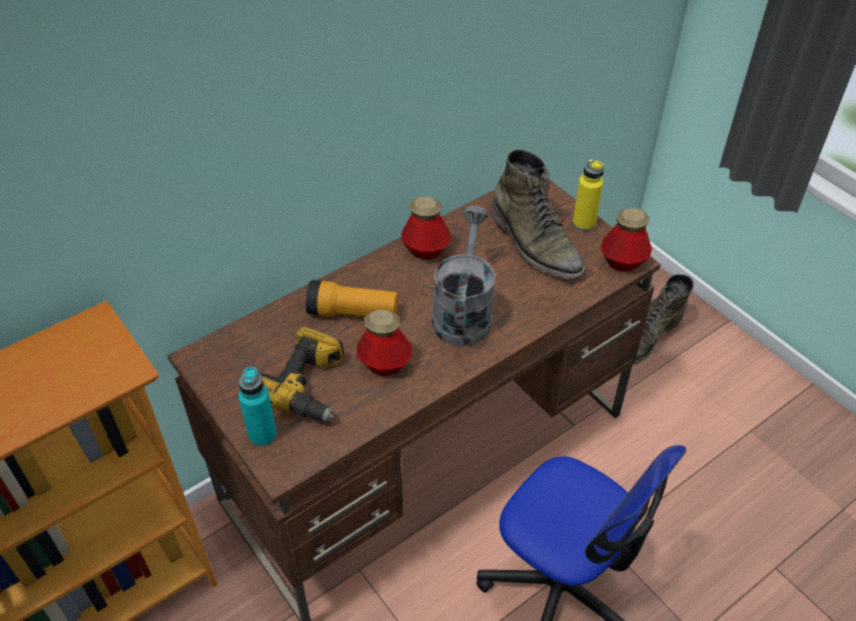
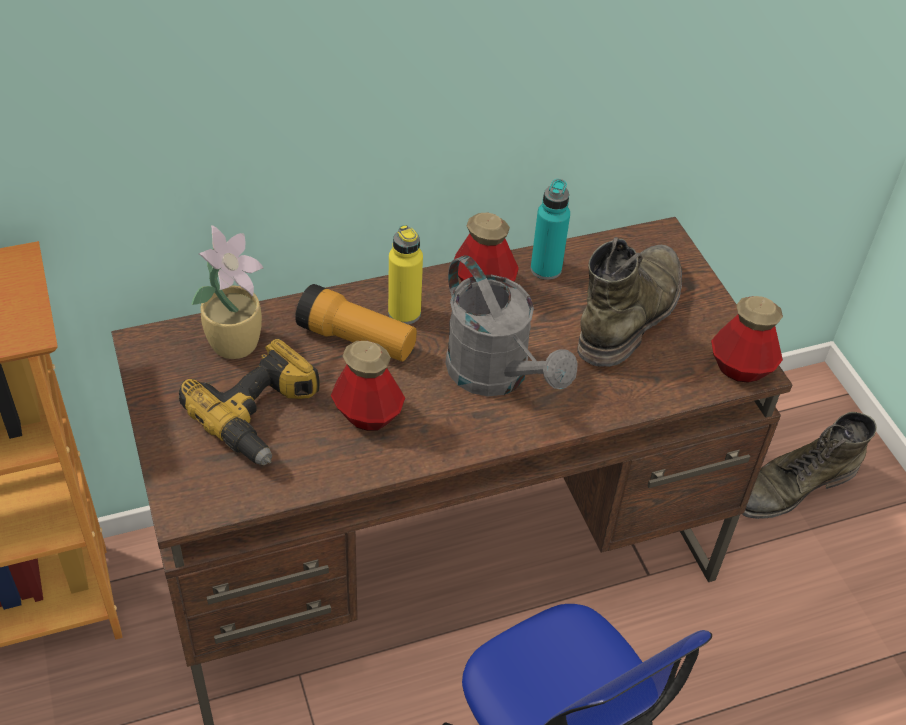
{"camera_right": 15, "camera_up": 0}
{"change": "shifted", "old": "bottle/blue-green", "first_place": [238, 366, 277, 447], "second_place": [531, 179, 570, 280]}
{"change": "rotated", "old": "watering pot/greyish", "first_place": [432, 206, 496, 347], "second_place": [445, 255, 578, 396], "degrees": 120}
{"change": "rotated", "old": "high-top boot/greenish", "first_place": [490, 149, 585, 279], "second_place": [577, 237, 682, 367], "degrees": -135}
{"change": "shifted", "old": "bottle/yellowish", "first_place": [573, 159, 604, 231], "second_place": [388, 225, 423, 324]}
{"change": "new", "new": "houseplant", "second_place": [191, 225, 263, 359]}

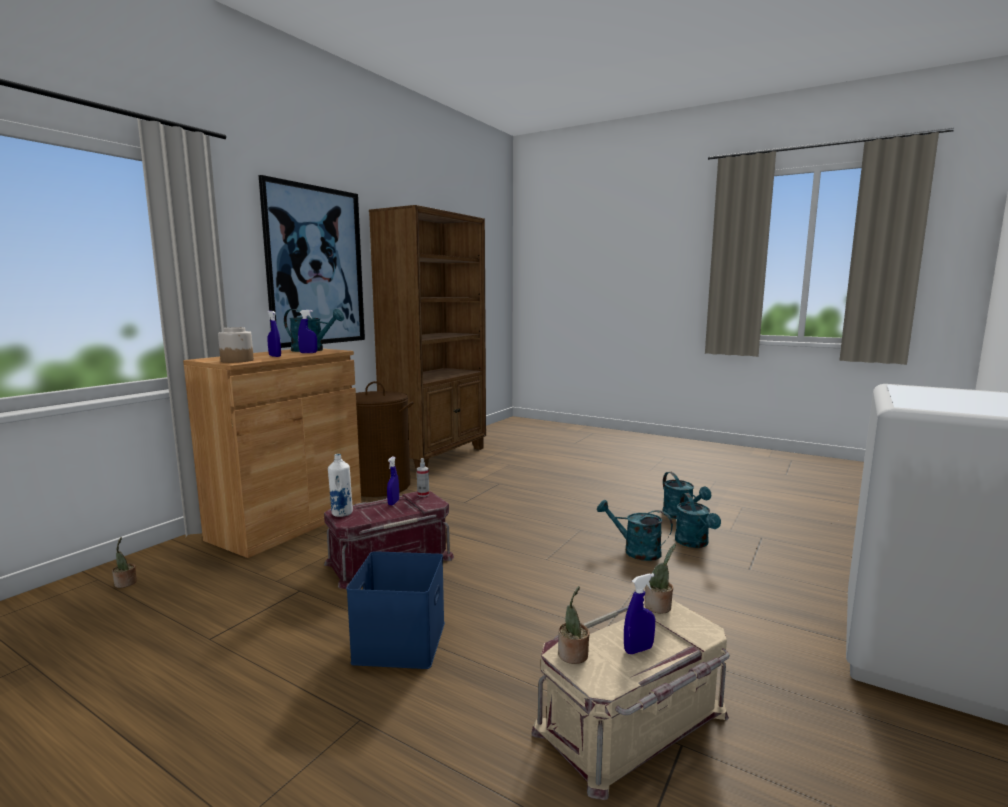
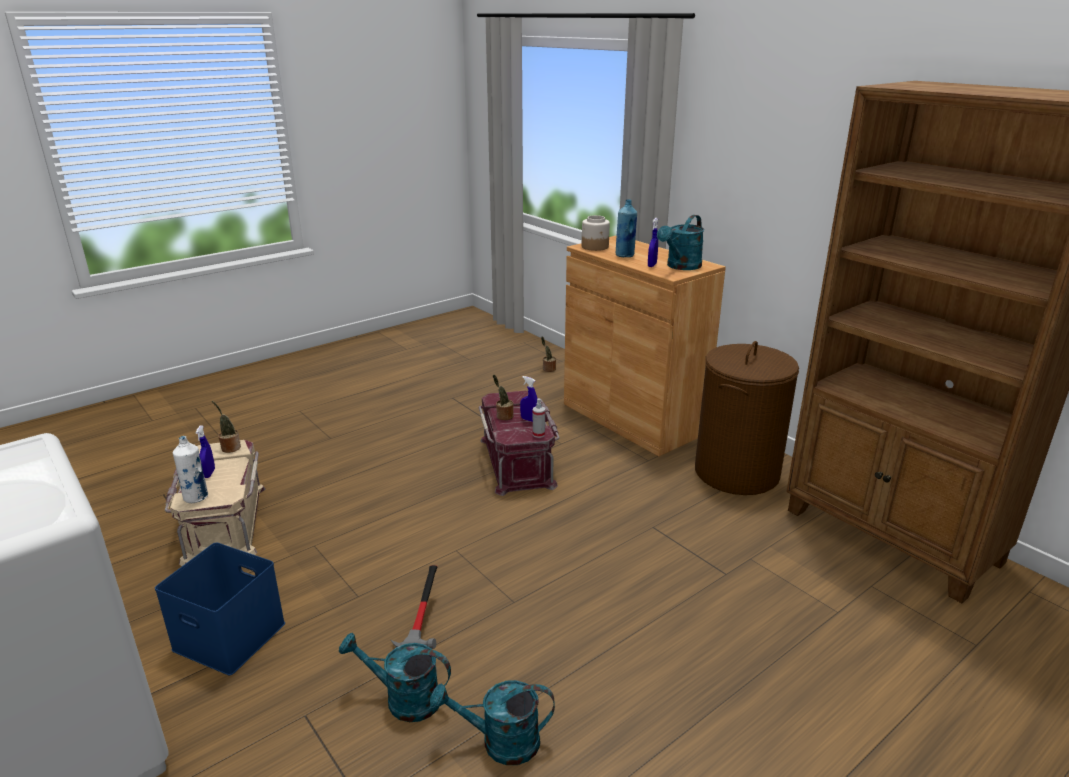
{"camera_right": 110, "camera_up": 15}
{"change": "gone", "old": "picture", "first_place": [259, 175, 365, 348]}
{"change": "swapped", "old": "sprayer/blue", "new": "bottle/blue", "first_place": [267, 311, 281, 357], "second_place": [616, 199, 637, 257]}
{"change": "shifted", "old": "bottle/whitish", "first_place": [328, 454, 353, 517], "second_place": [173, 436, 208, 503]}
{"change": "shifted", "old": "storage container/blue", "first_place": [346, 551, 445, 669], "second_place": [155, 542, 285, 675]}
{"change": "swapped", "old": "watering pot/blue-green", "new": "hand hammer", "first_place": [597, 500, 673, 561], "second_place": [390, 565, 437, 649]}
{"change": "shifted", "old": "houseplant", "first_place": [644, 544, 676, 614], "second_place": [493, 375, 514, 420]}

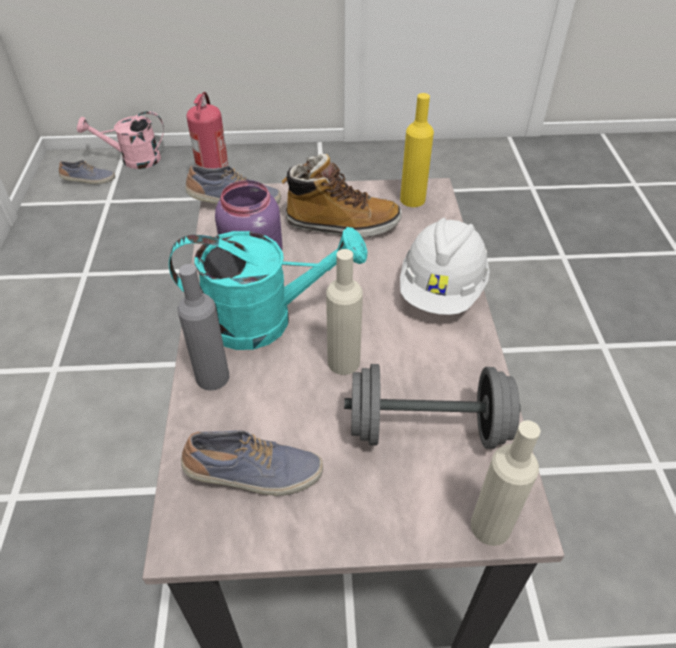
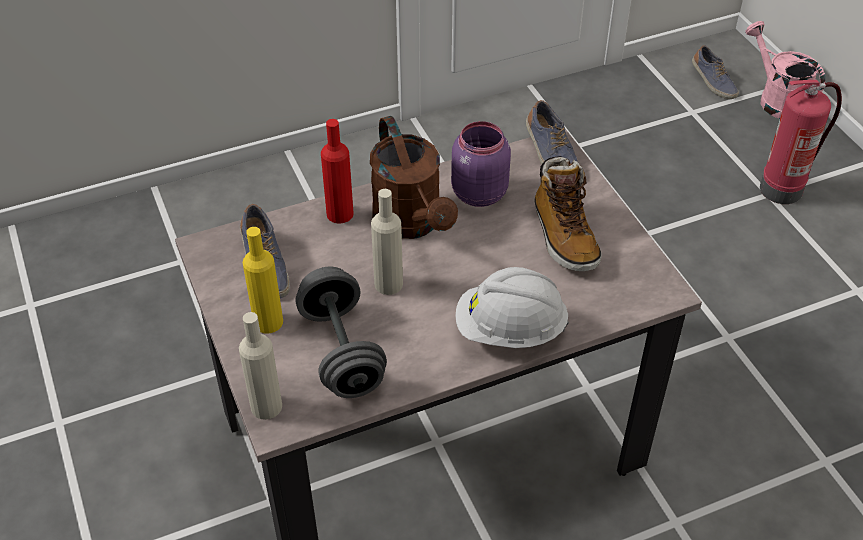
{"camera_right": 70, "camera_up": 0}
{"change": "repainted", "old": "watering pot/blue-green", "new": "watering pot/brown", "first_place": [169, 227, 367, 350], "second_place": [370, 116, 458, 239]}
{"change": "repainted", "old": "bottle/greyish", "new": "bottle/red-coloured", "first_place": [178, 264, 229, 391], "second_place": [321, 119, 354, 224]}
{"change": "shifted", "old": "bottle/yellowish", "first_place": [400, 93, 434, 207], "second_place": [243, 227, 283, 333]}

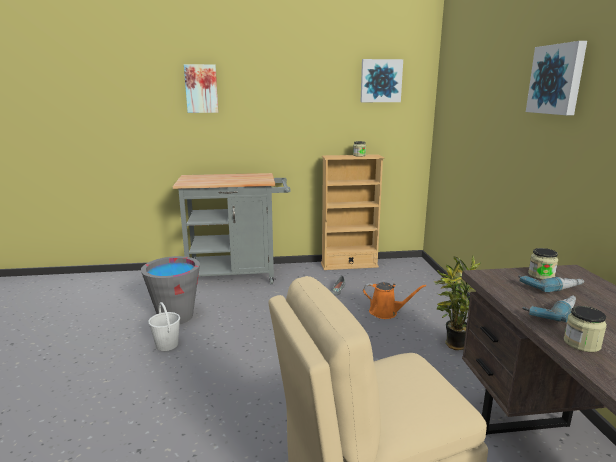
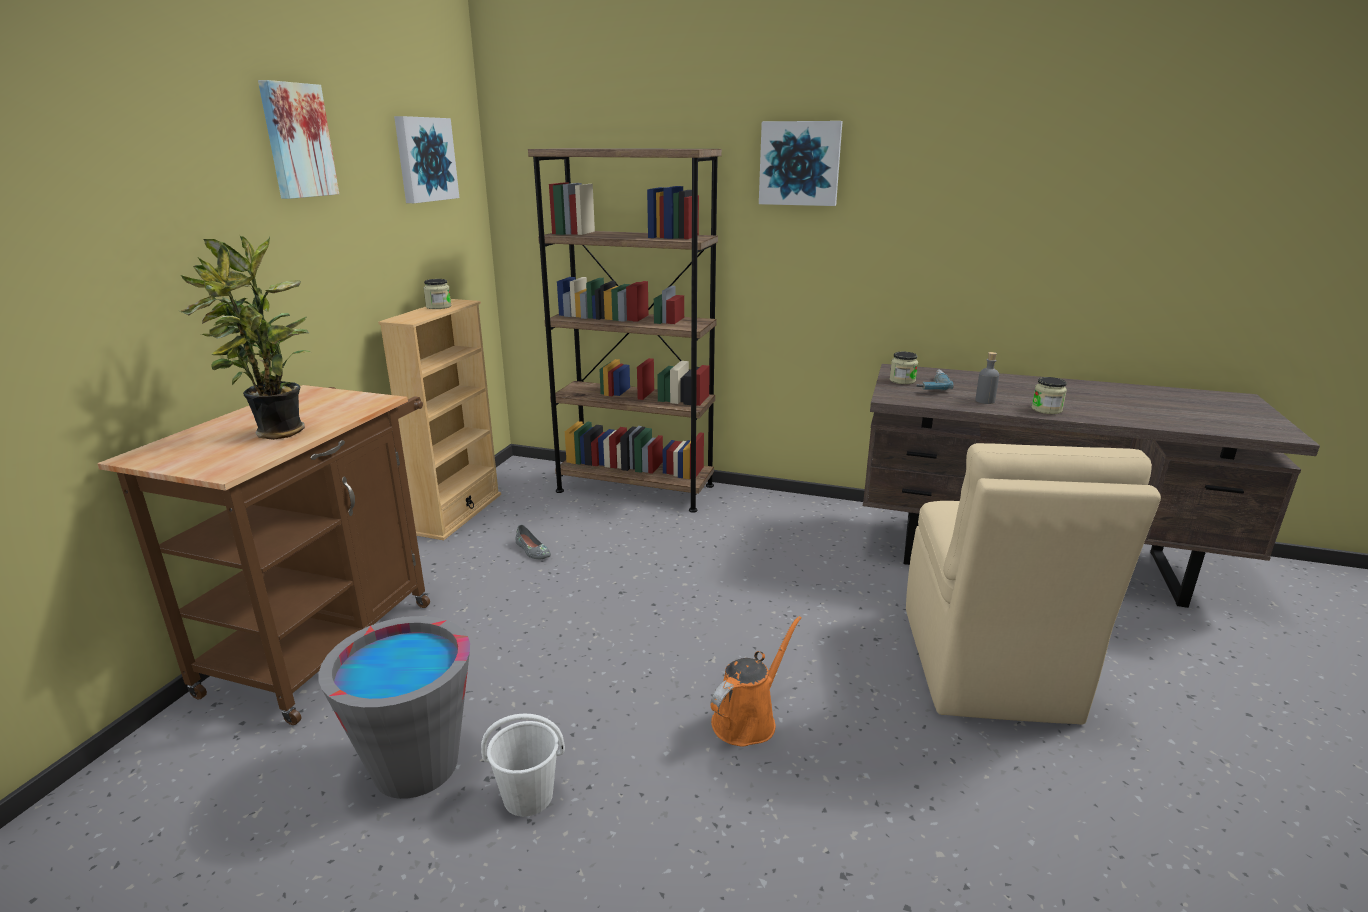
{"camera_right": -65, "camera_up": 5}
{"change": "repainted", "old": "trolley/greyish", "new": "trolley/brown", "first_place": [172, 173, 291, 284], "second_place": [97, 385, 430, 725]}
{"change": "shifted", "old": "picture", "first_place": [184, 64, 218, 113], "second_place": [258, 80, 339, 199]}
{"change": "shifted", "old": "watering pot/orange-coloured", "first_place": [363, 282, 426, 319], "second_place": [711, 616, 802, 747]}
{"change": "shifted", "old": "houseplant", "first_place": [433, 256, 481, 350], "second_place": [180, 235, 312, 440]}
{"change": "swapped", "old": "power drill", "new": "bottle/greyish", "first_place": [522, 296, 576, 323], "second_place": [975, 352, 999, 404]}
{"change": "new", "new": "bookcase/brown", "second_place": [528, 148, 722, 513]}

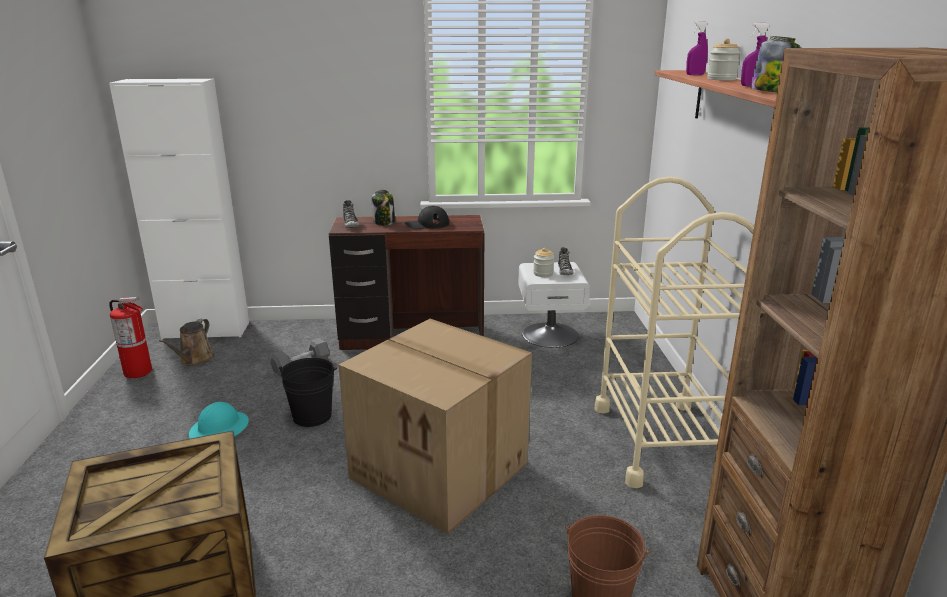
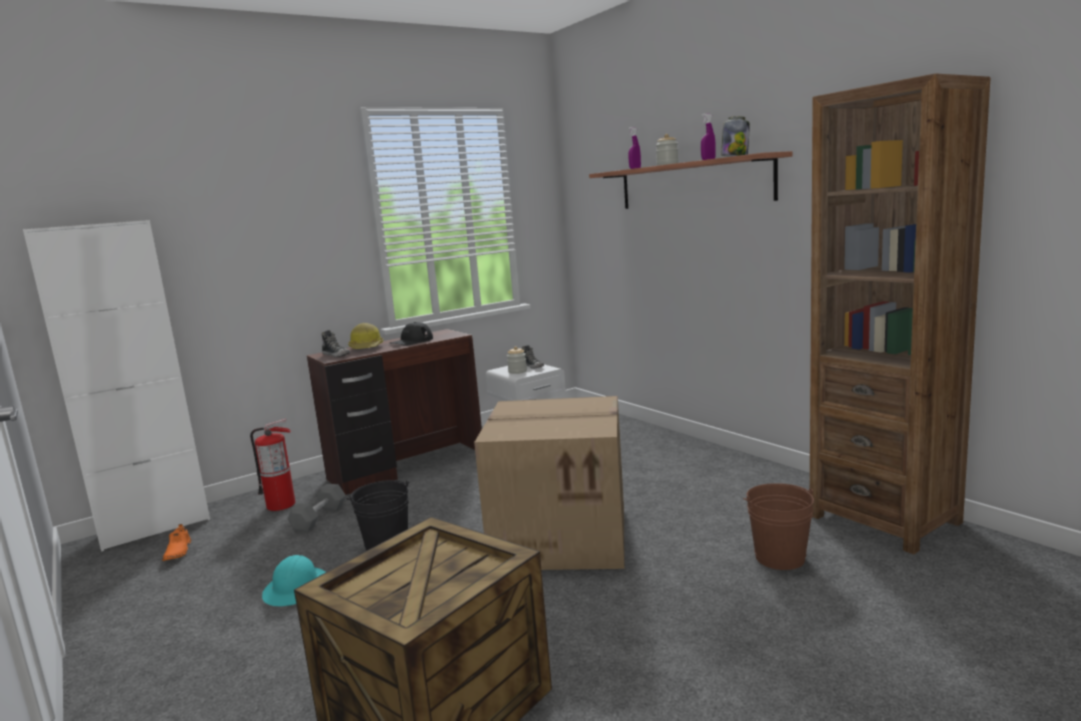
{"camera_right": -30, "camera_up": -10}
{"change": "shifted", "old": "fire extinguisher", "first_place": [109, 297, 152, 378], "second_place": [250, 419, 295, 511]}
{"change": "swapped", "old": "watering pot/brown", "new": "item of footwear/orange-coloured", "first_place": [159, 319, 215, 365], "second_place": [162, 524, 191, 561]}
{"change": "swapped", "old": "storage jar", "new": "hard hat", "first_place": [371, 190, 395, 226], "second_place": [348, 323, 383, 349]}
{"change": "gone", "old": "trolley/beige", "first_place": [594, 176, 754, 488]}

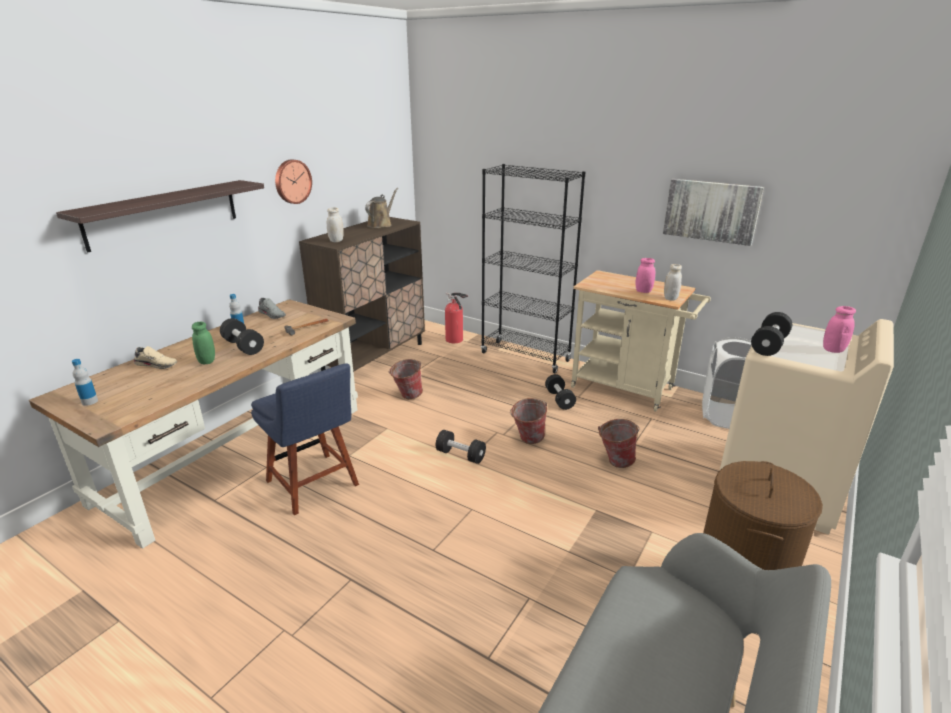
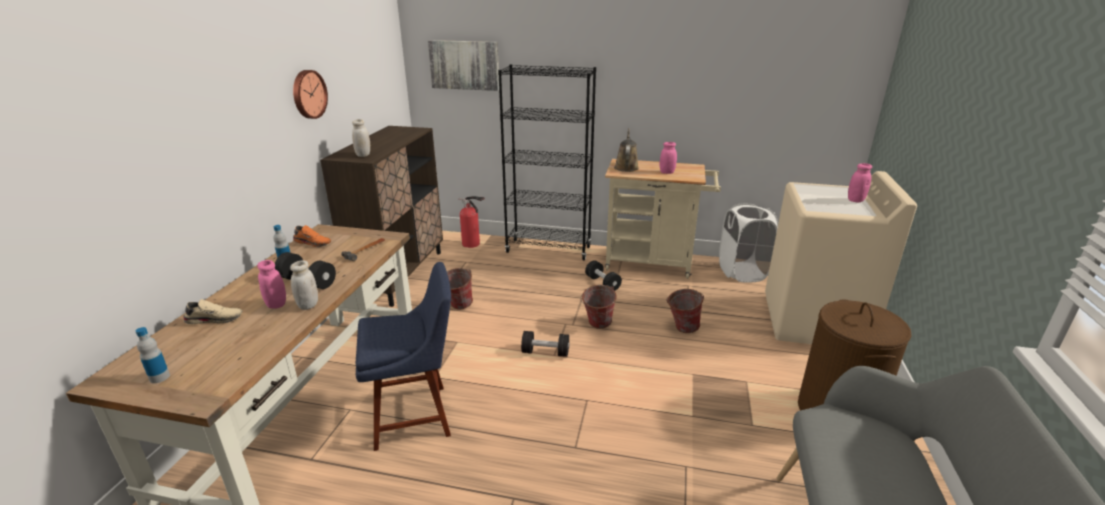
{"camera_right": -20, "camera_up": 0}
{"change": "gone", "old": "shelf", "first_place": [56, 180, 264, 253]}
{"change": "repainted", "old": "storage jar/greenish", "new": "storage jar/pinkish", "first_place": [192, 322, 215, 364], "second_place": [257, 260, 286, 309]}
{"change": "rotated", "old": "upright chair/blue", "first_place": [251, 363, 359, 515], "second_place": [356, 262, 451, 451], "degrees": -45}
{"change": "repainted", "old": "item of footwear/greyish", "new": "item of footwear/orange-coloured", "first_place": [258, 298, 286, 319], "second_place": [293, 225, 331, 247]}
{"change": "shifted", "old": "watering pot/brown", "first_place": [365, 188, 398, 228], "second_place": [614, 128, 639, 172]}
{"change": "shifted", "old": "picture", "first_place": [663, 179, 764, 246], "second_place": [428, 40, 499, 91]}
{"change": "shifted", "old": "storage jar/whitish", "first_place": [664, 264, 682, 301], "second_place": [291, 260, 318, 310]}
{"change": "gone", "old": "hand weight/black", "first_place": [751, 312, 792, 356]}

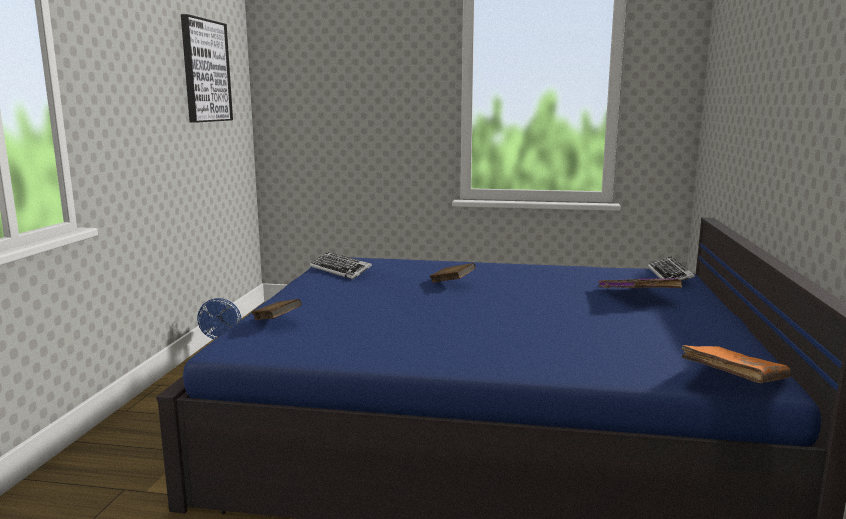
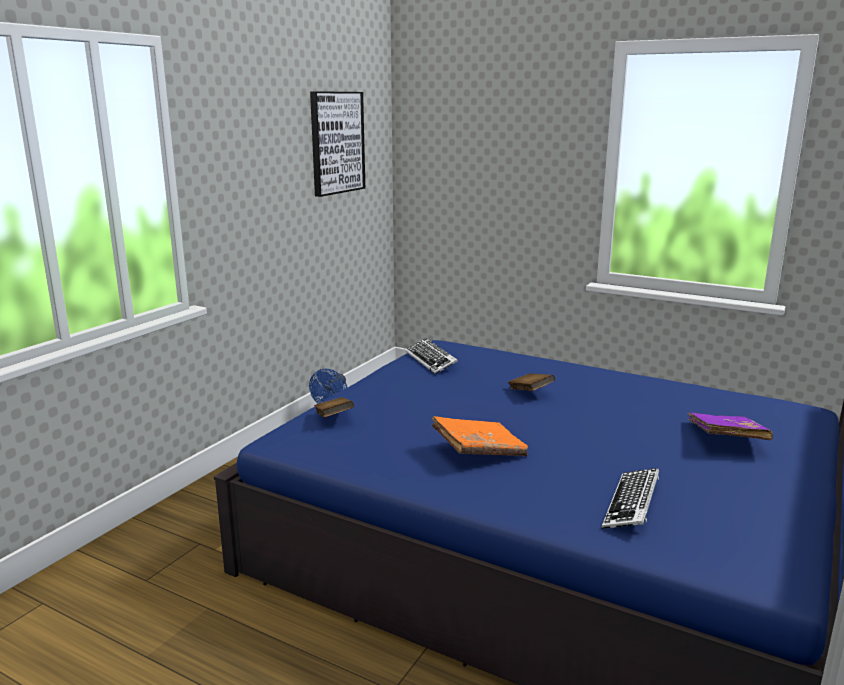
{"camera_right": 20, "camera_up": 5}
{"change": "shifted", "old": "PC keyboard", "first_place": [648, 256, 695, 281], "second_place": [602, 468, 659, 529]}
{"change": "shifted", "old": "book/orange-coloured", "first_place": [682, 345, 791, 383], "second_place": [432, 416, 528, 456]}

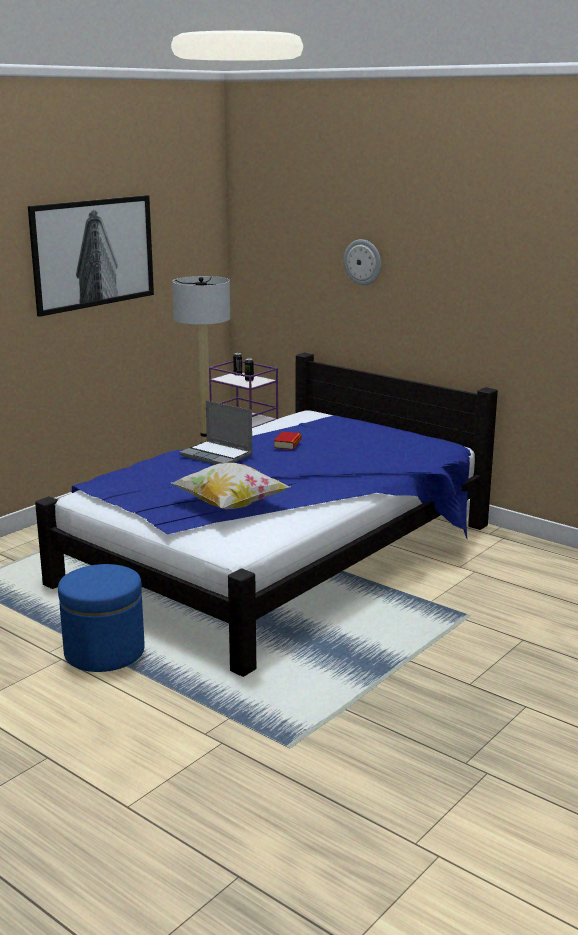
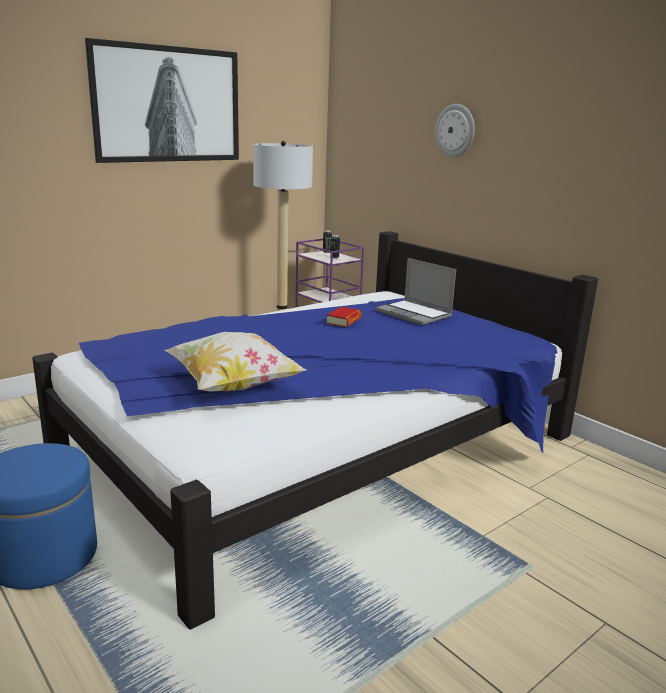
{"camera_right": 10, "camera_up": 0}
{"change": "shifted", "old": "portable computer", "first_place": [179, 400, 253, 465], "second_place": [376, 258, 456, 325]}

